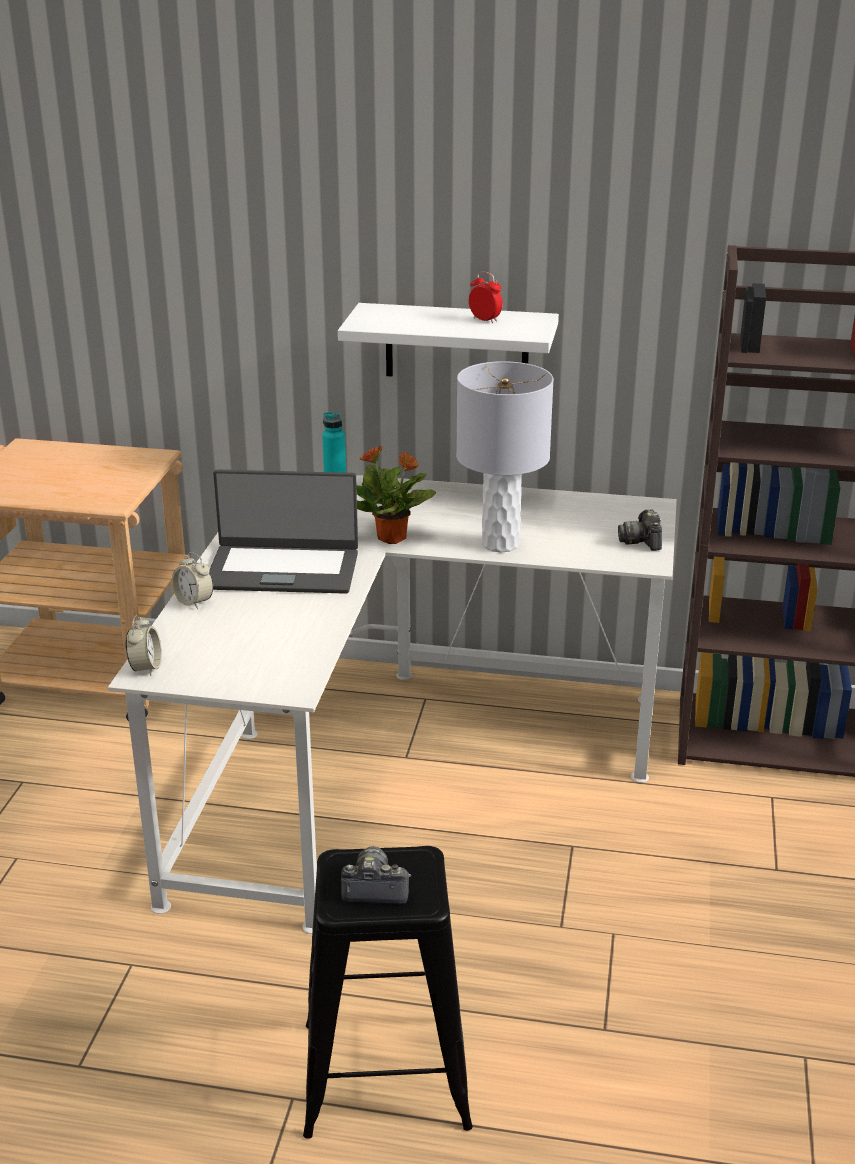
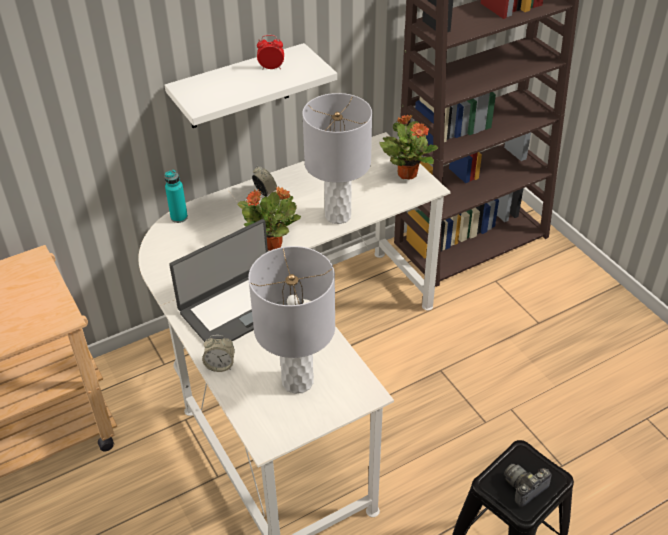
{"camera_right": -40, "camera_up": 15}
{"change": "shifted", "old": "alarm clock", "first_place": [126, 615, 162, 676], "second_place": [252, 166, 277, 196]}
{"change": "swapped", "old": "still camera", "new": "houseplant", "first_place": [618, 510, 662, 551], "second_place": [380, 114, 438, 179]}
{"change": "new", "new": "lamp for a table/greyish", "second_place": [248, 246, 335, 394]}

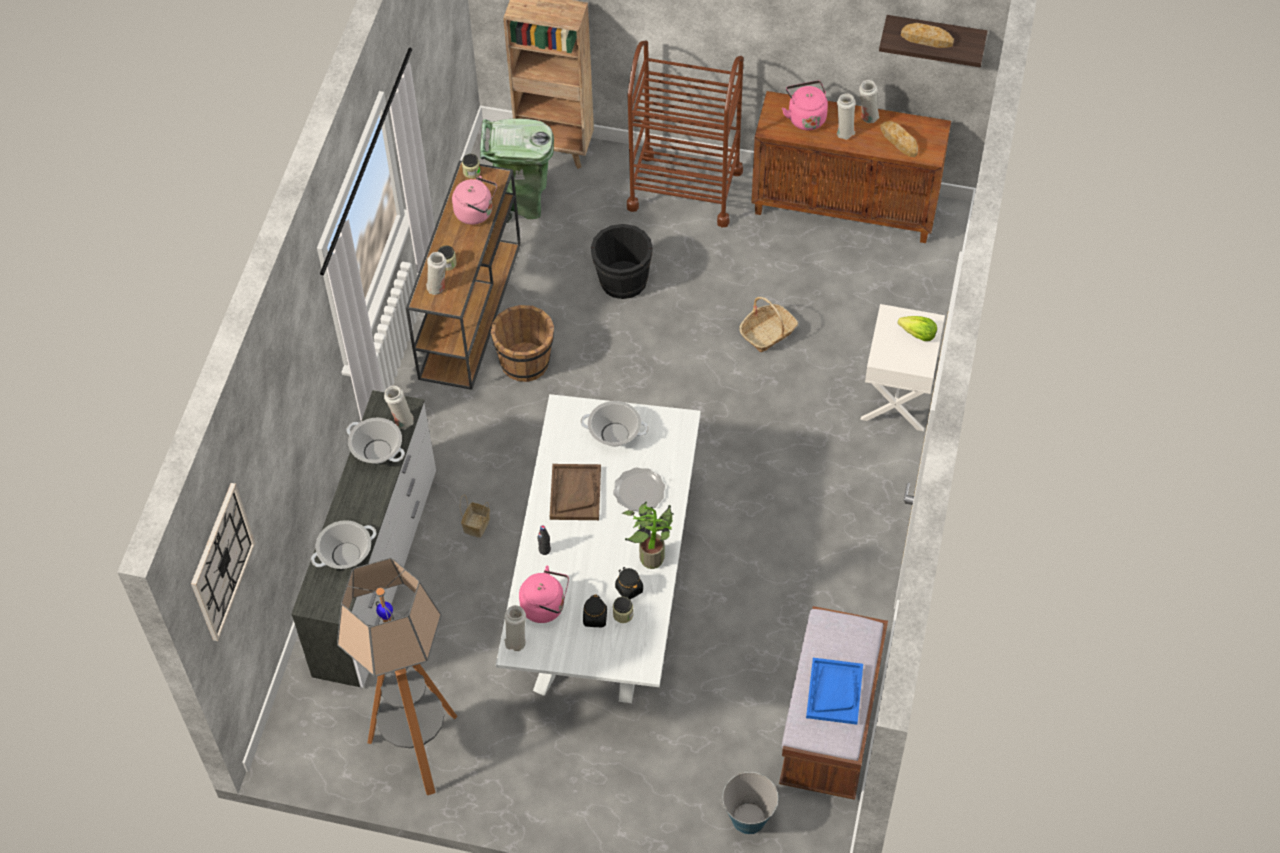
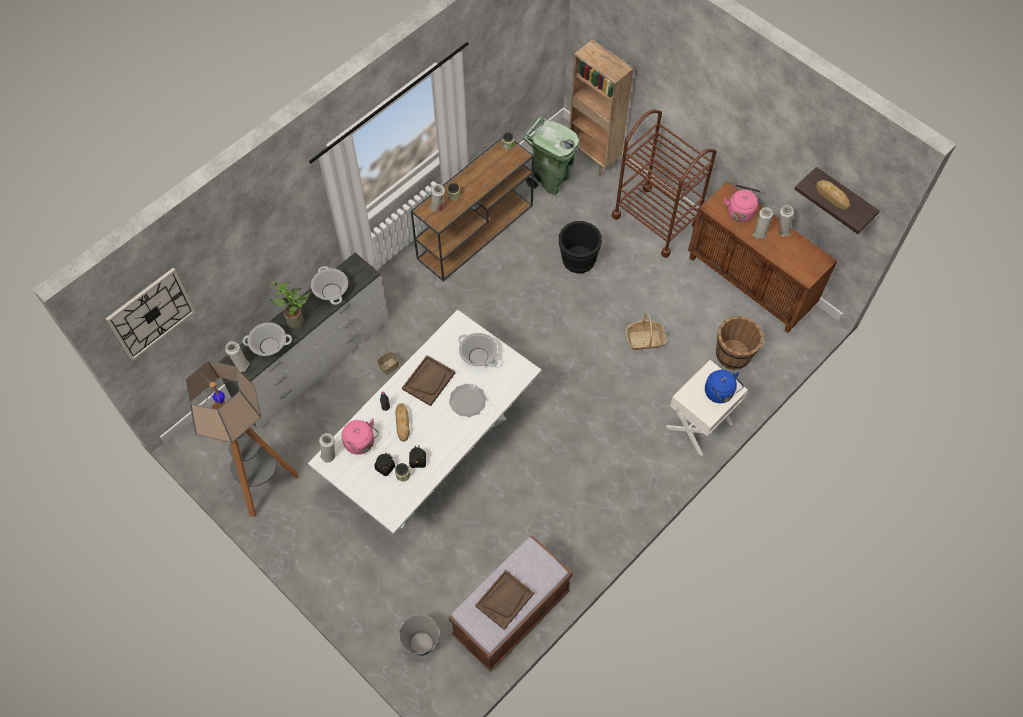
{"camera_right": 30, "camera_up": 5}
{"change": "shifted", "old": "decorative vase/whitish", "first_place": [384, 386, 414, 429], "second_place": [225, 341, 250, 372]}
{"change": "gone", "old": "kettle/pinkish", "first_place": [452, 176, 497, 225]}
{"change": "shifted", "old": "water bucket/brown", "first_place": [491, 305, 554, 382], "second_place": [716, 316, 764, 370]}
{"change": "shifted", "old": "houseplant", "first_place": [622, 502, 674, 569], "second_place": [269, 281, 310, 328]}
{"change": "repainted", "old": "serving tray/blue", "new": "serving tray/brown", "first_place": [806, 658, 863, 725], "second_place": [475, 570, 534, 630]}
{"change": "shifted", "old": "bread", "first_place": [880, 121, 918, 157], "second_place": [395, 403, 410, 442]}
{"change": "swapped", "old": "head of lettuce", "new": "kettle/blue", "first_place": [897, 316, 937, 341], "second_place": [705, 370, 744, 403]}

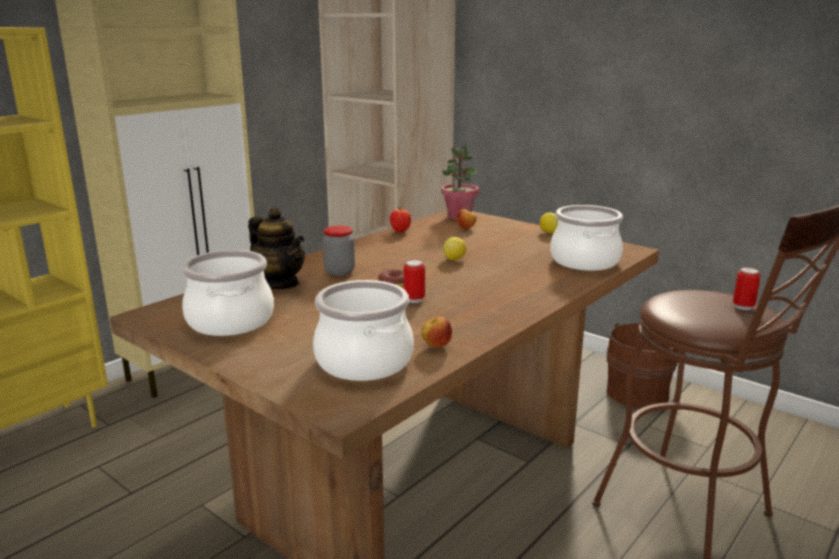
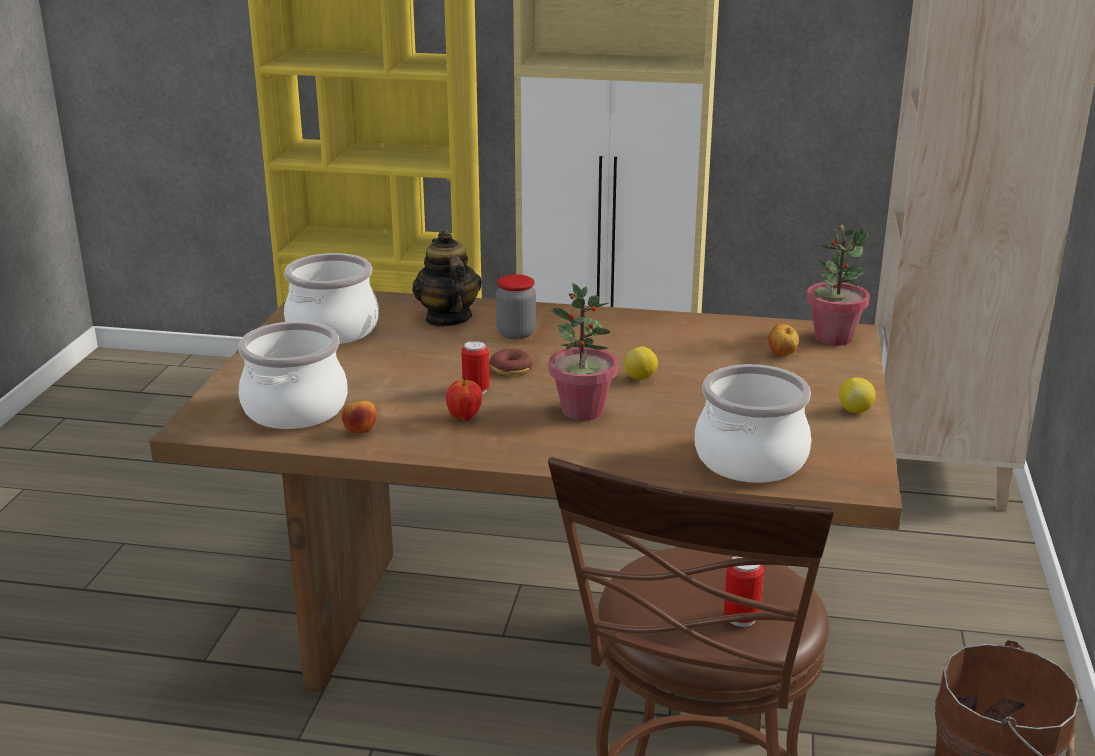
{"camera_right": 60, "camera_up": 5}
{"change": "rotated", "old": "teapot", "first_place": [248, 208, 305, 289], "second_place": [412, 229, 482, 327], "degrees": 150}
{"change": "shifted", "old": "whole apple", "first_place": [390, 208, 411, 233], "second_place": [446, 377, 482, 421]}
{"change": "new", "new": "houseplant", "second_place": [549, 283, 618, 421]}

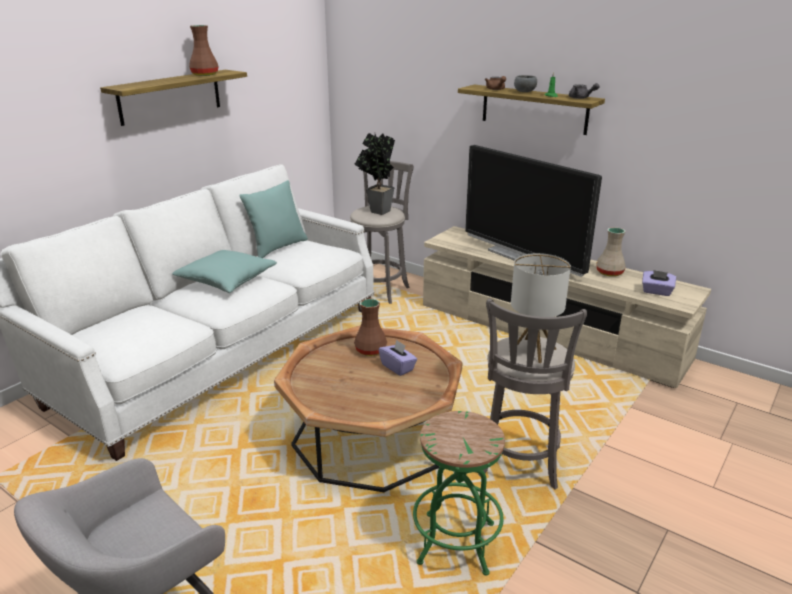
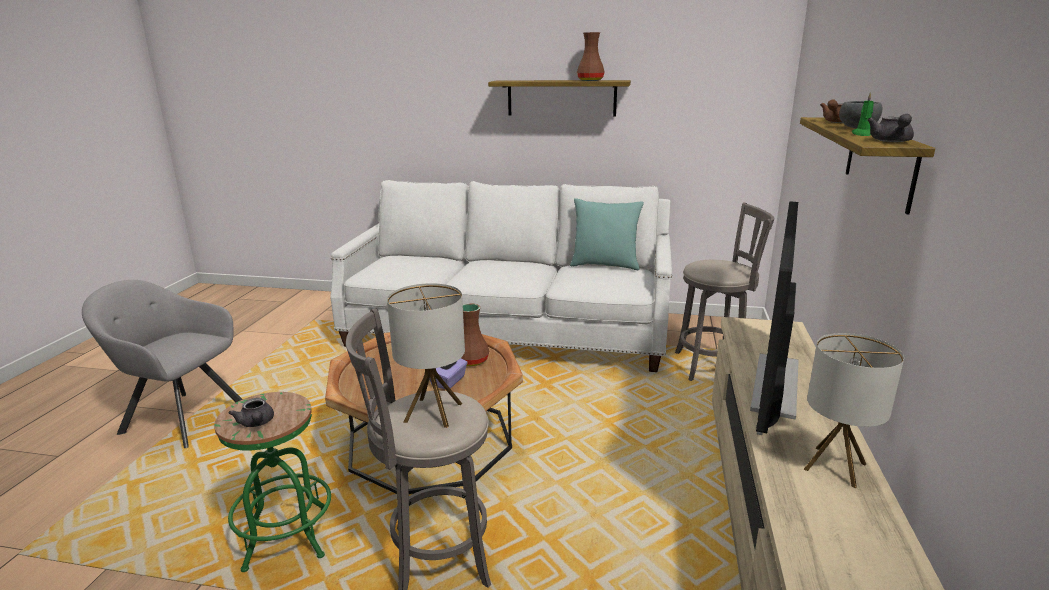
{"camera_right": 65, "camera_up": -5}
{"change": "gone", "old": "pillow/blue-green", "first_place": [172, 250, 277, 293]}
{"change": "gone", "old": "houseplant", "first_place": [354, 133, 395, 215]}
{"change": "swapped", "old": "decorative vase/beige", "new": "lamp for a table", "first_place": [596, 227, 626, 277], "second_place": [804, 333, 904, 488]}
{"change": "gone", "old": "box of tissues/purple-coloured", "first_place": [642, 270, 676, 296]}
{"change": "new", "new": "teapot/greyish", "second_place": [229, 398, 274, 427]}

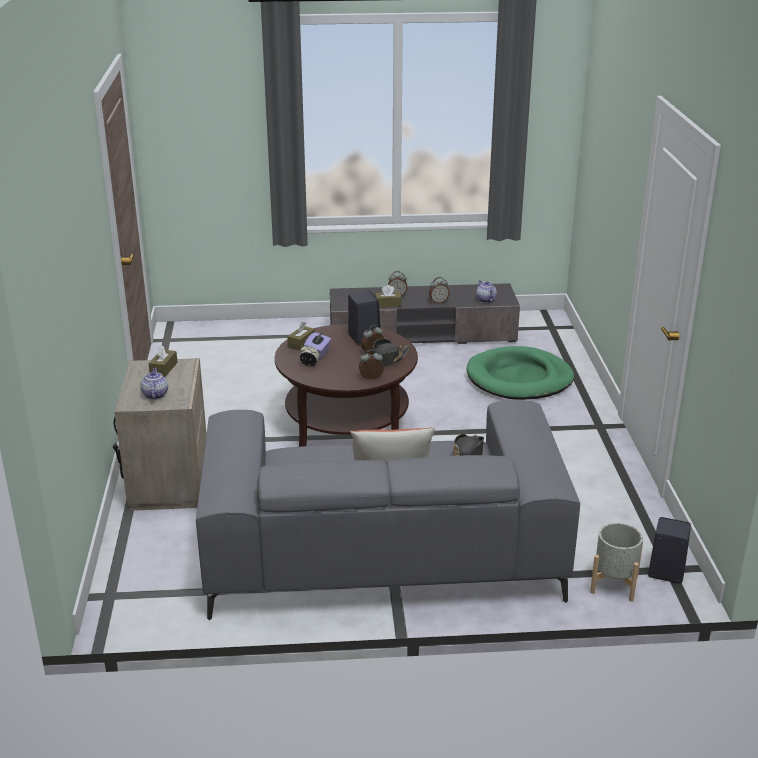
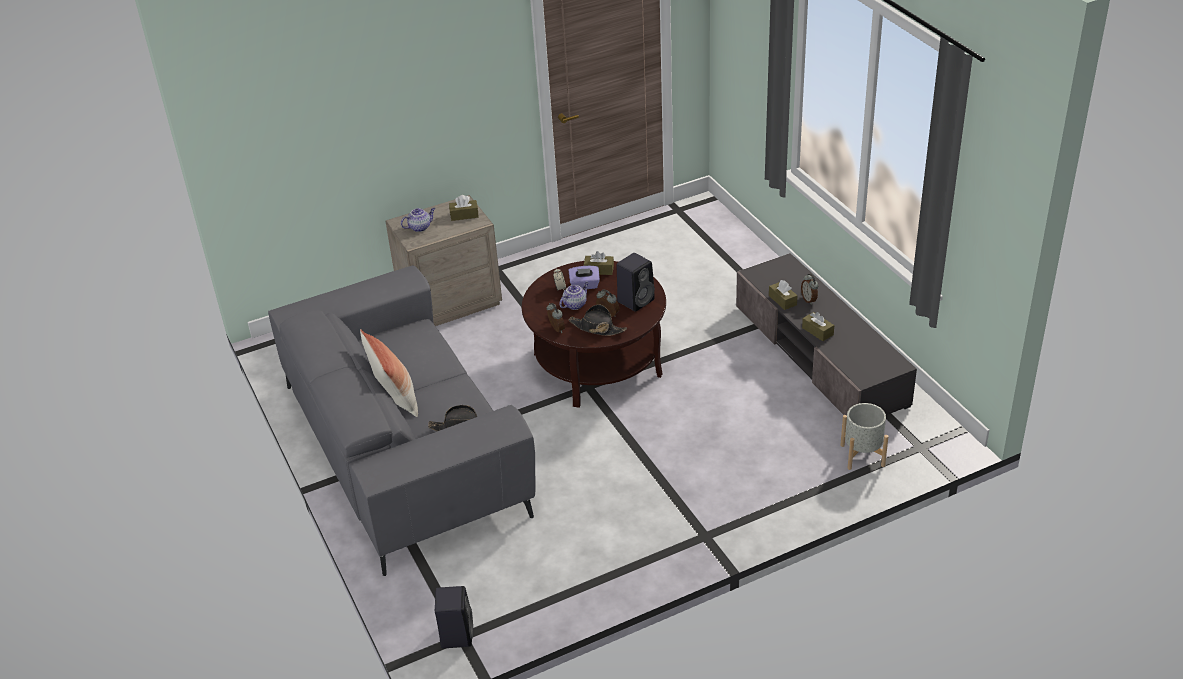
{"camera_right": 70, "camera_up": 10}
{"change": "swapped", "old": "alarm clock", "new": "box of tissues/brown", "first_place": [429, 277, 450, 304], "second_place": [802, 312, 834, 341]}
{"change": "gone", "old": "pet bed/greenish", "first_place": [466, 346, 574, 400]}
{"change": "shifted", "old": "teapot", "first_place": [476, 280, 497, 303], "second_place": [559, 282, 589, 310]}
{"change": "shifted", "old": "plant pot/greyish", "first_place": [590, 523, 643, 602], "second_place": [840, 403, 889, 470]}

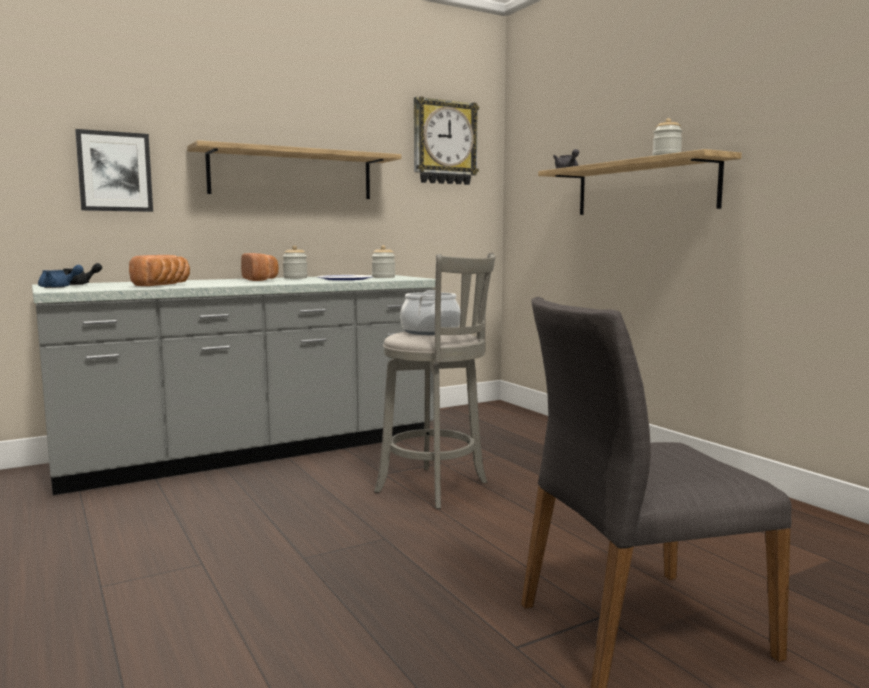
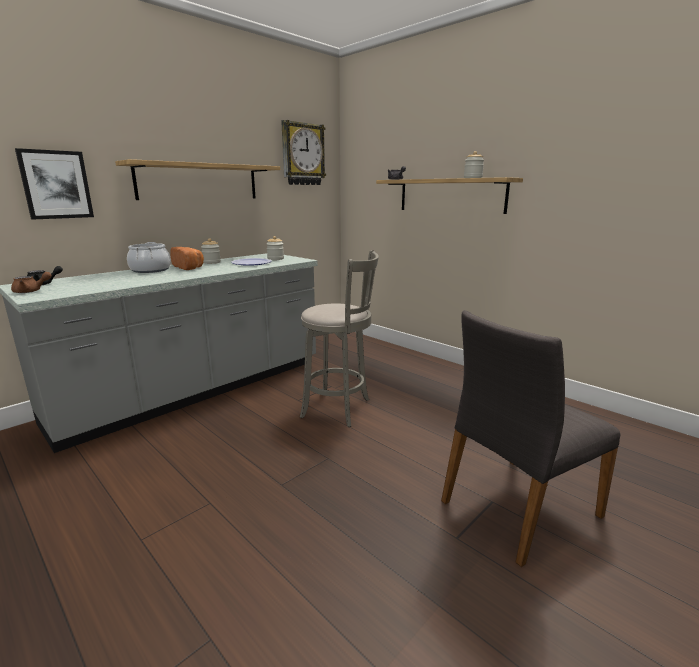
{"camera_right": -15, "camera_up": 10}
{"change": "repainted", "old": "teapot/blue", "new": "teapot/brown", "first_place": [38, 265, 83, 288], "second_place": [11, 272, 52, 293]}
{"change": "gone", "old": "bread", "first_place": [129, 255, 190, 286]}
{"change": "shifted", "old": "cooking pot", "first_place": [400, 290, 460, 335], "second_place": [127, 242, 171, 273]}

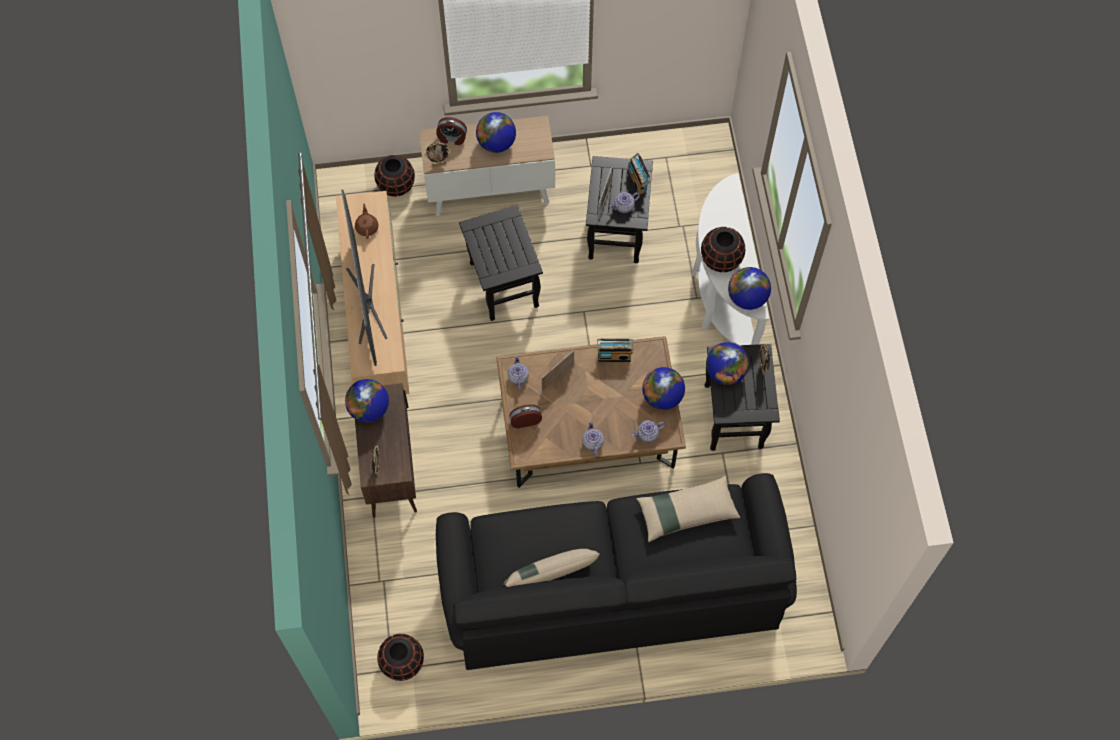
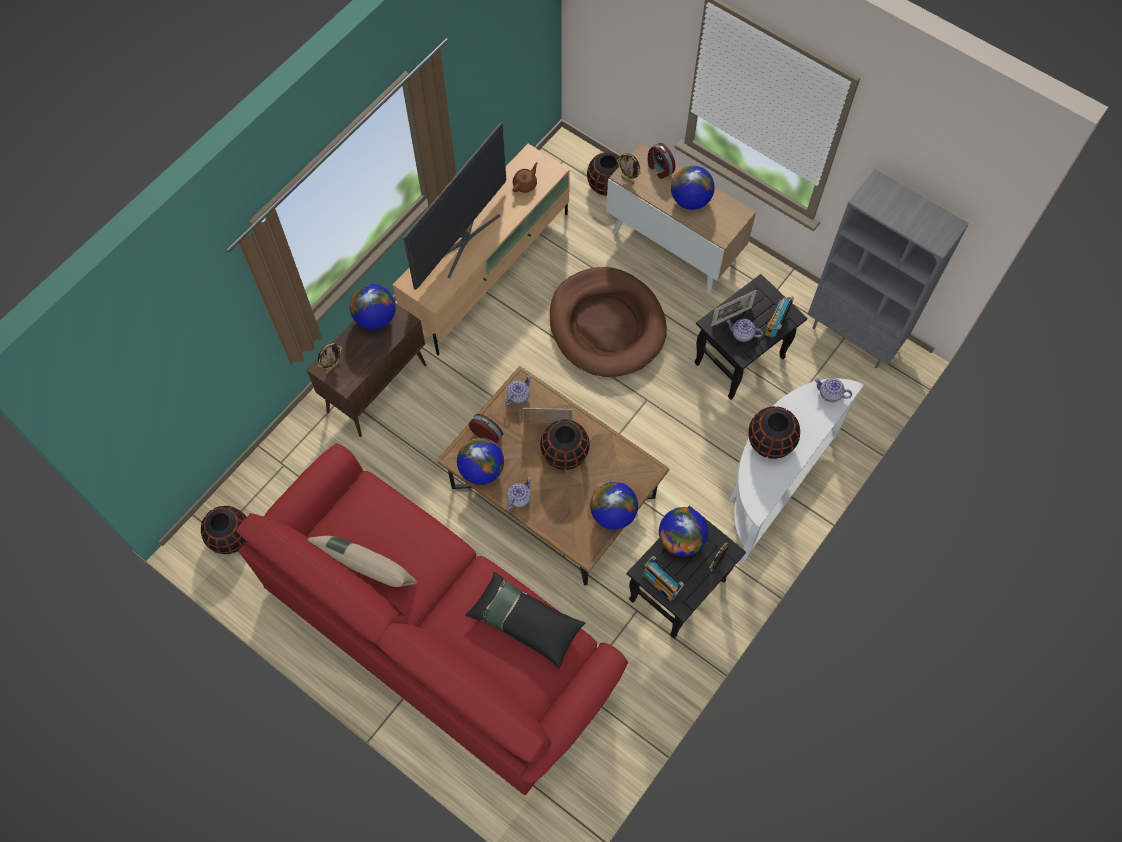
{"camera_right": 45, "camera_up": 0}
{"change": "repainted", "old": "couch/black", "new": "couch/red-coloured", "first_place": [436, 473, 797, 670], "second_place": [236, 444, 628, 795]}
{"change": "swapped", "old": "side table/black", "new": "pet bed/brown", "first_place": [459, 205, 543, 321], "second_place": [550, 267, 667, 377]}
{"change": "shifted", "old": "radio set", "first_place": [596, 339, 634, 362], "second_place": [642, 556, 684, 603]}
{"change": "shifted", "old": "teapot", "first_place": [632, 420, 665, 442], "second_place": [815, 378, 852, 402]}
{"change": "repainted", "old": "pillow/beige", "new": "pillow/black", "first_place": [636, 476, 740, 542], "second_place": [466, 572, 585, 668]}
{"change": "shifted", "old": "world globe", "first_place": [728, 267, 771, 310], "second_place": [457, 438, 504, 485]}
{"change": "new", "new": "decorative vase/black", "second_place": [540, 419, 590, 470]}
{"change": "new", "new": "bookcase/greyish", "second_place": [808, 169, 969, 368]}

